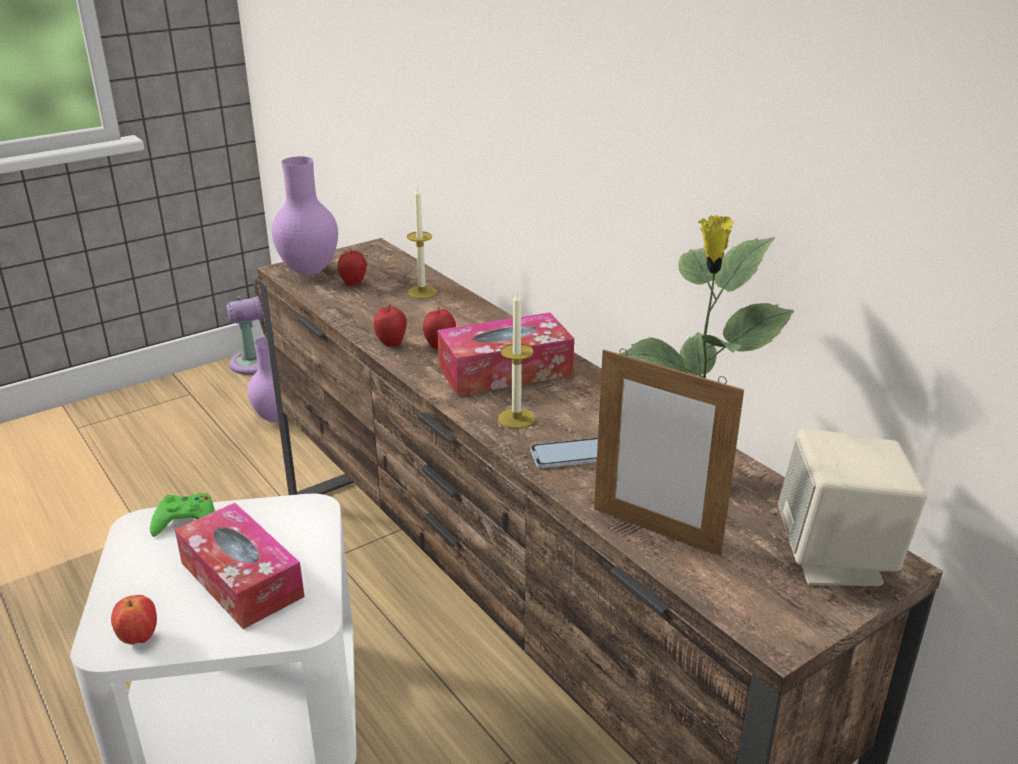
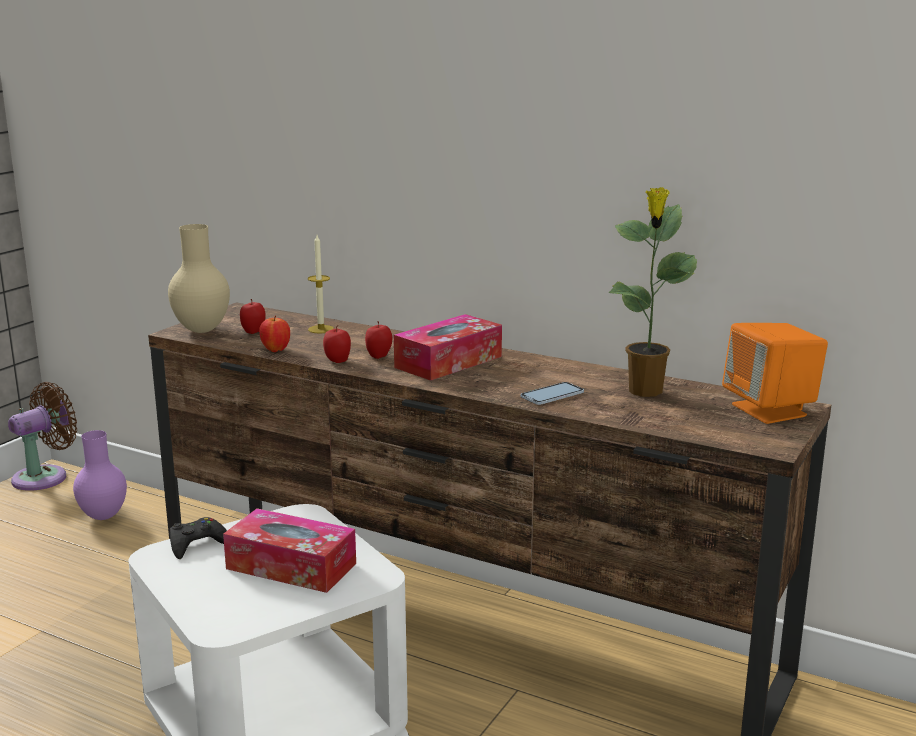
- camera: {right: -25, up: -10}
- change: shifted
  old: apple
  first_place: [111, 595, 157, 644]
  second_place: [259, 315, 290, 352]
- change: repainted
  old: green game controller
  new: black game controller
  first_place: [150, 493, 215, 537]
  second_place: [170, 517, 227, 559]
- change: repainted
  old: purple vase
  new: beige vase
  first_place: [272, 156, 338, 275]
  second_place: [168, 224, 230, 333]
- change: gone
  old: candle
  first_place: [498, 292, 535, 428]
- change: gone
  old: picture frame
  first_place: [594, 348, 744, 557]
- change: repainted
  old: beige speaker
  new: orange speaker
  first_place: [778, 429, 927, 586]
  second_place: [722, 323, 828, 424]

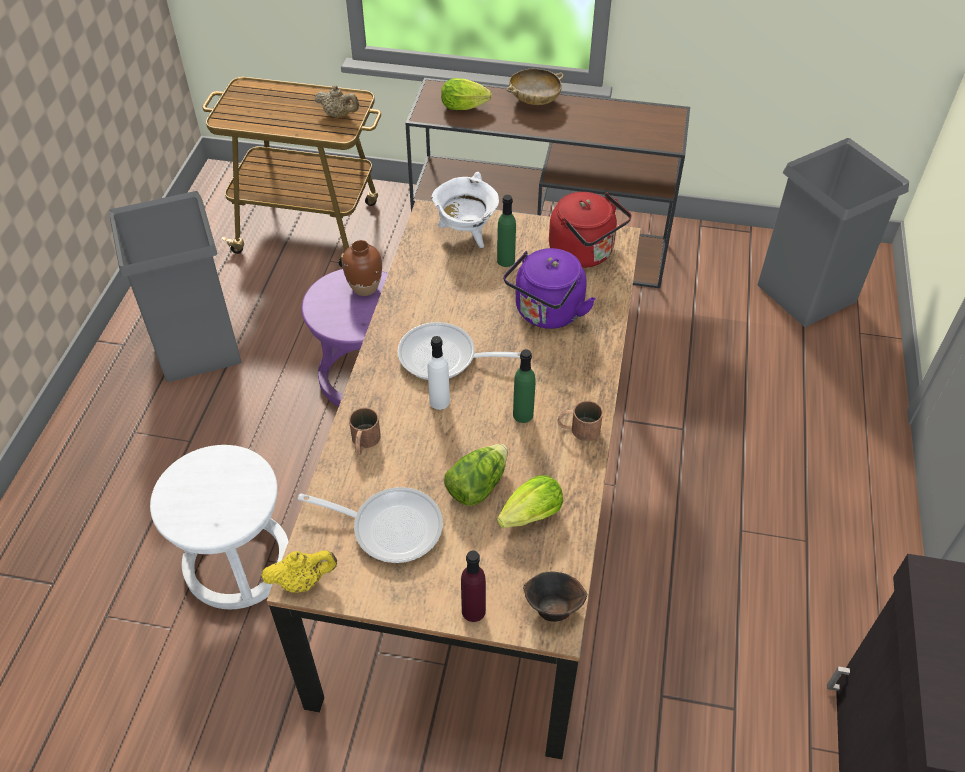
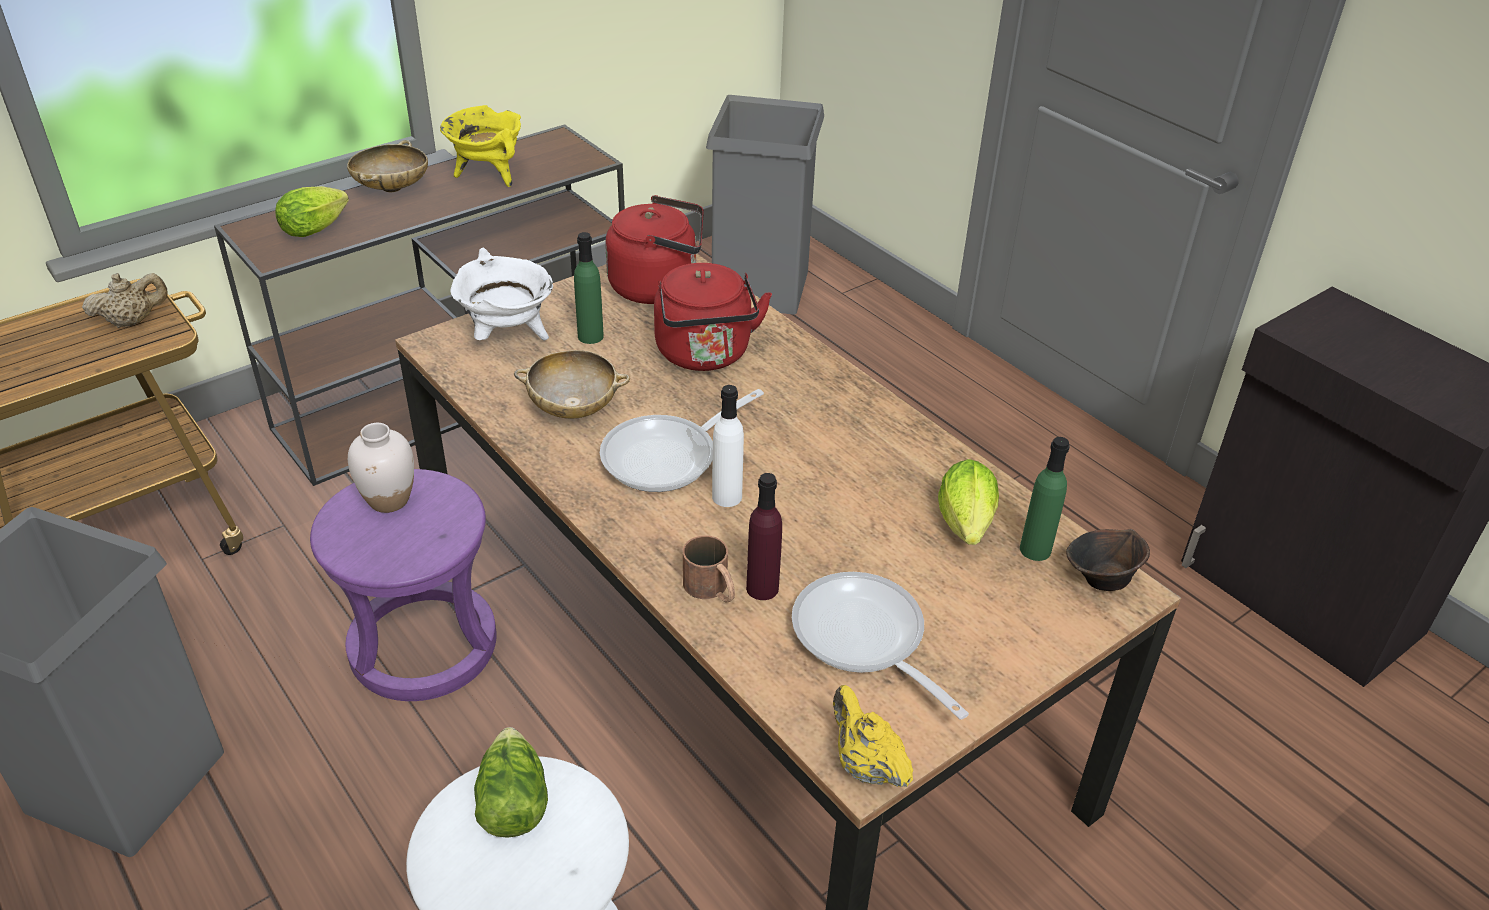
- camera: {right: -50, up: -10}
- change: rotated
  old: yellow teapot
  first_place: [261, 550, 337, 593]
  second_place: [833, 685, 913, 787]
  degrees: -60
- change: rotated
  old: frying pan
  first_place: [298, 487, 443, 563]
  second_place: [792, 572, 969, 720]
  degrees: -90
- change: repainted
  old: brown vase
  new: white vase
  first_place: [342, 240, 382, 296]
  second_place: [348, 423, 414, 513]
- change: shifted
  old: lettuce
  first_place: [444, 444, 508, 506]
  second_place: [474, 727, 548, 838]
- change: shifted
  old: purple bottle
  first_place: [461, 550, 486, 622]
  second_place: [746, 473, 782, 600]
- change: repainted
  old: purple kettle
  new: red kettle
  first_place: [504, 248, 596, 329]
  second_place: [654, 263, 772, 371]
- change: shifted
  old: green bottle
  first_place: [513, 349, 535, 423]
  second_place: [1020, 437, 1070, 561]
- change: gone
  old: brown mug
  first_place: [557, 401, 603, 441]
- change: new
  new: yellow cooking pot
  second_place: [440, 105, 521, 187]
- change: new
  new: beige bowl
  second_place: [514, 350, 630, 419]

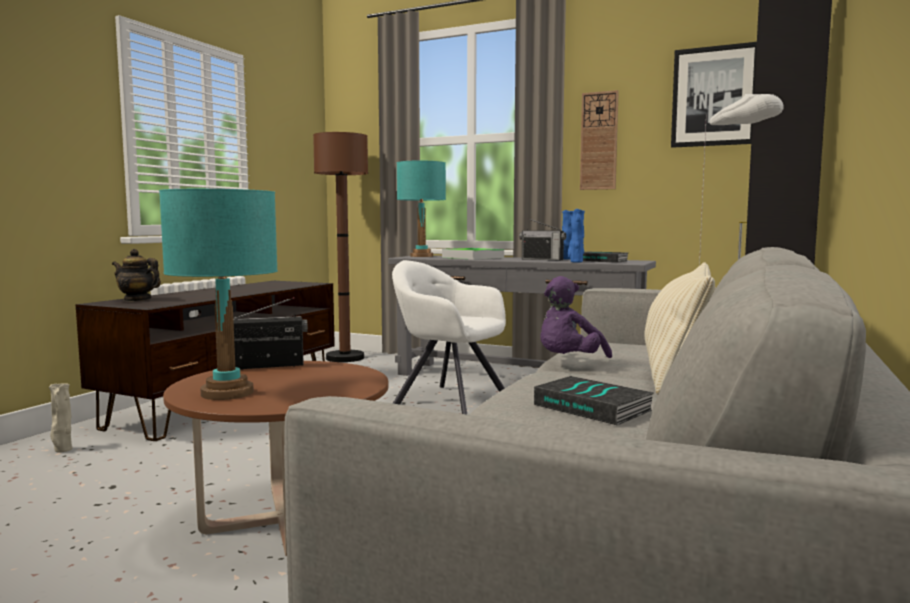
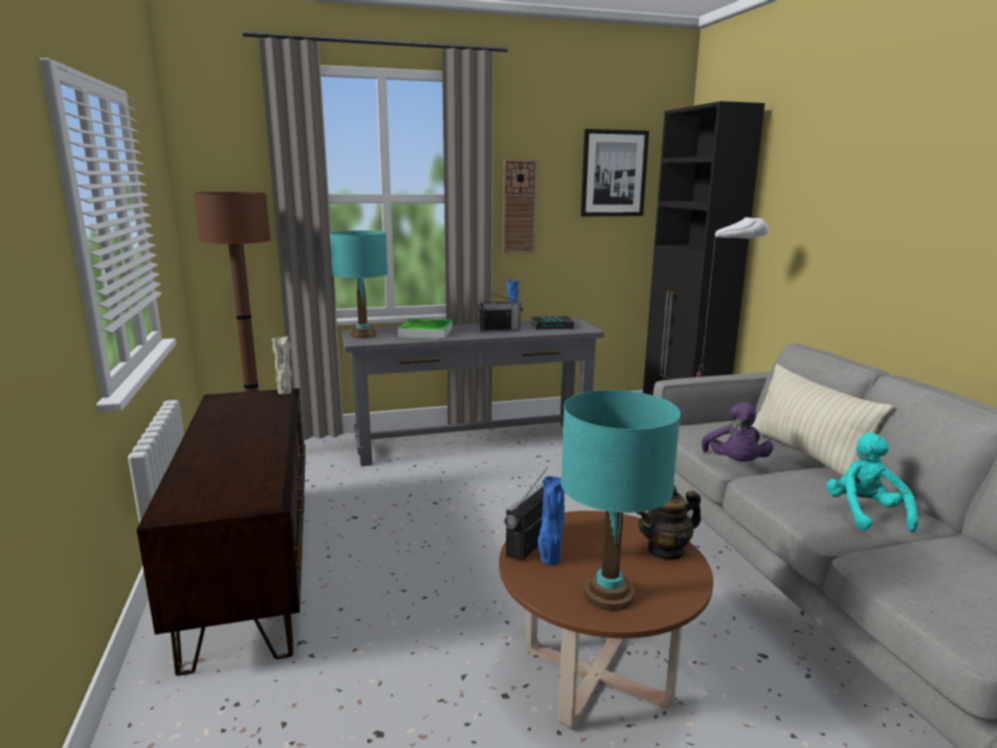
- camera: {right: -40, up: 10}
- change: shifted
  old: beige vase
  first_place: [49, 383, 72, 452]
  second_place: [272, 336, 292, 395]
- change: shifted
  old: teapot
  first_place: [112, 249, 161, 302]
  second_place: [636, 485, 701, 561]
- change: gone
  old: white armchair
  first_place: [392, 260, 506, 415]
- change: swapped
  old: book
  new: turquoise plush toy
  first_place: [534, 376, 654, 425]
  second_place: [826, 433, 918, 532]
- change: shifted
  old: blue vase
  first_place: [568, 209, 585, 262]
  second_place: [538, 476, 565, 565]

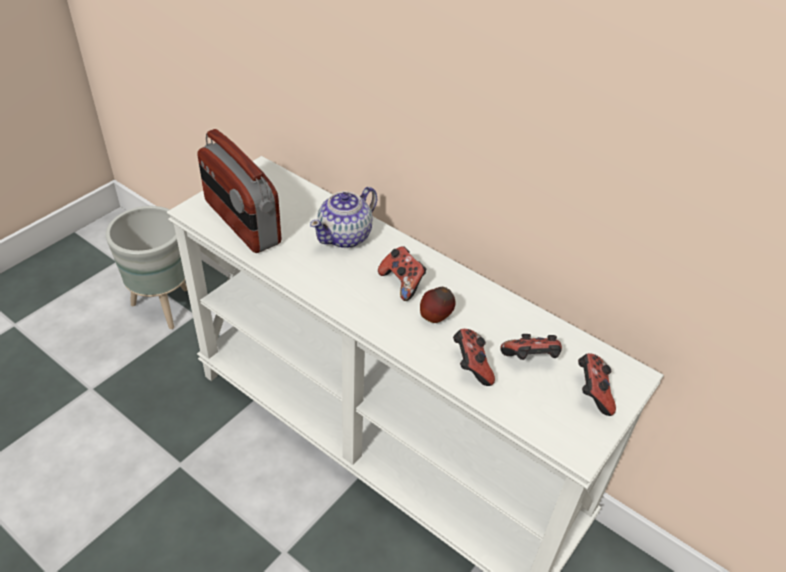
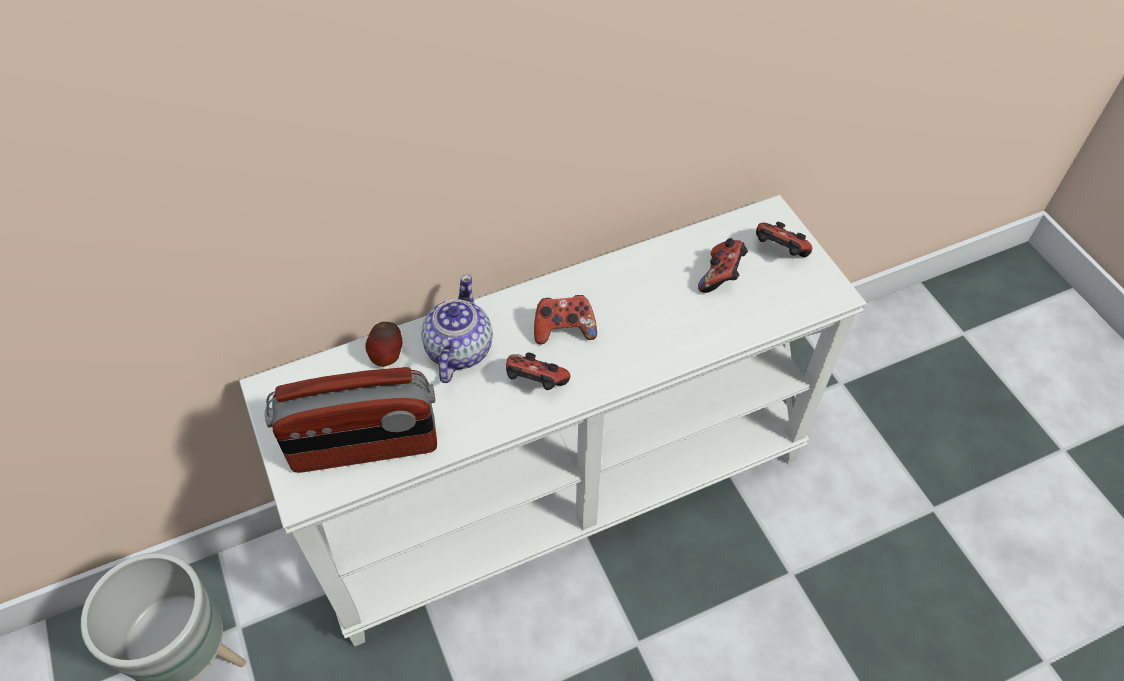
- camera: {right: -60, up: 10}
- change: rotated
  old: teapot
  first_place: [310, 187, 377, 248]
  second_place: [421, 274, 493, 383]
  degrees: -150
- change: shifted
  old: apple
  first_place: [420, 287, 455, 323]
  second_place: [365, 322, 402, 367]
- change: shifted
  old: game controller
  first_place: [453, 329, 495, 386]
  second_place: [506, 353, 570, 390]

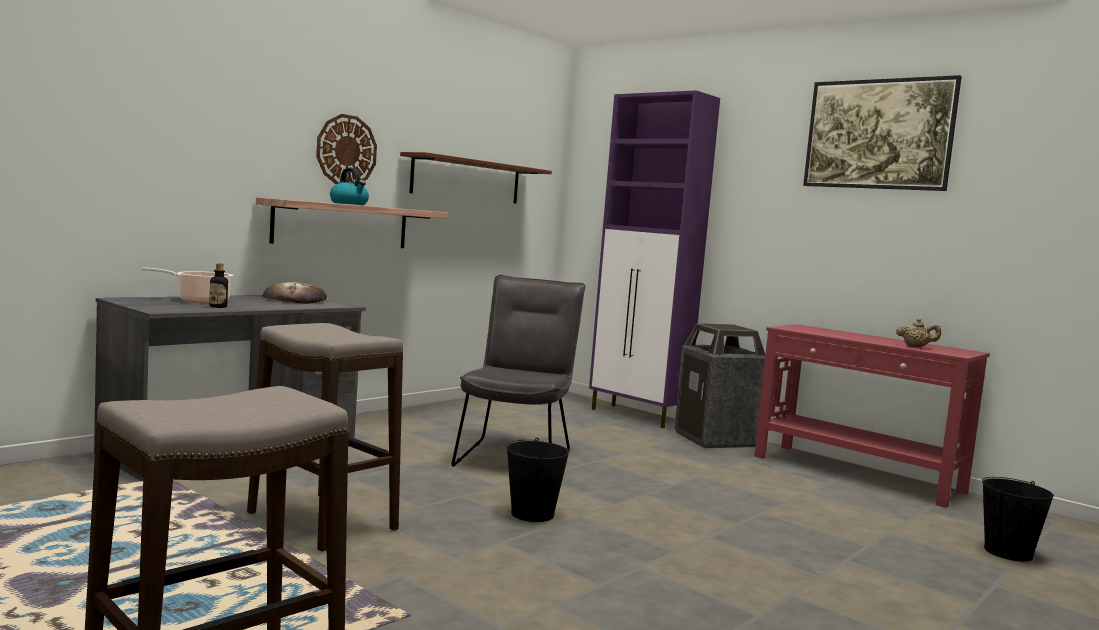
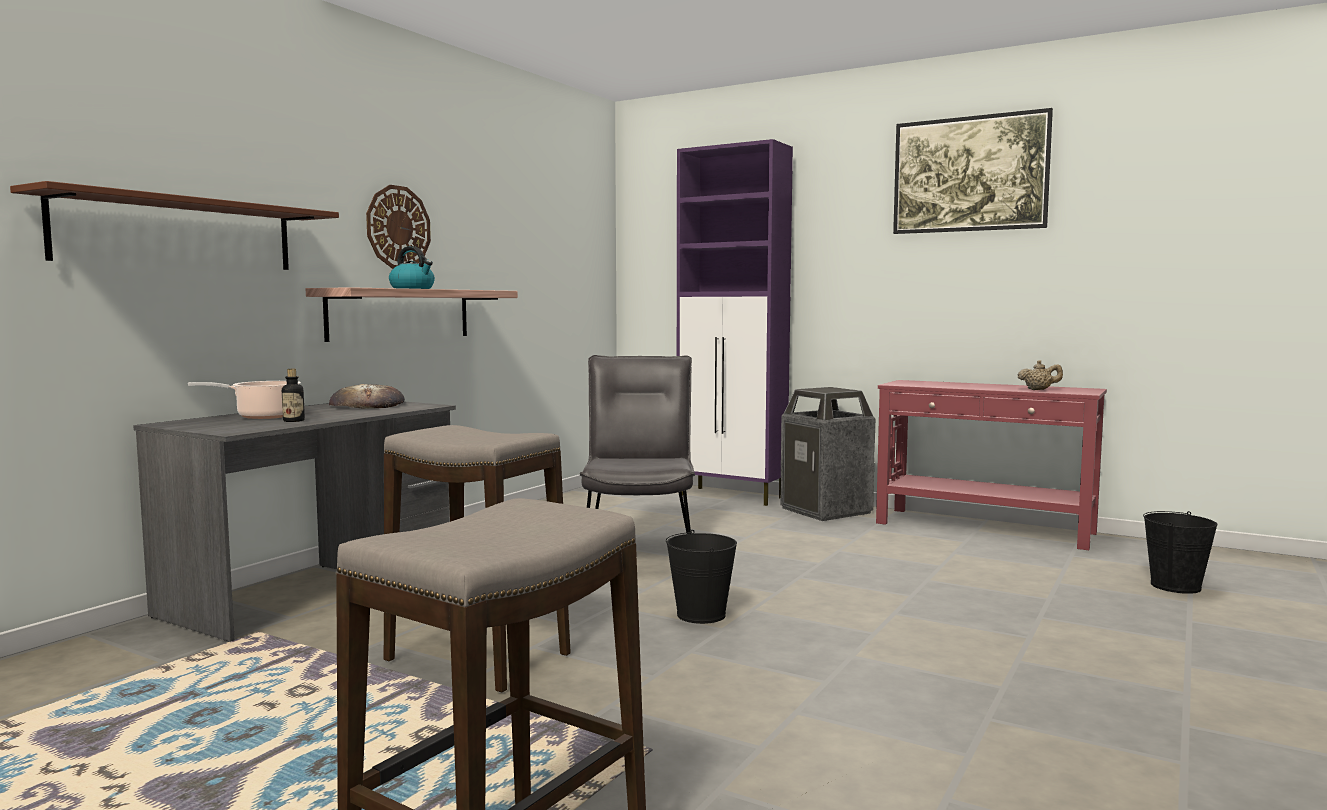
- camera: {right: -10, up: 0}
- change: shifted
  old: brown shelf
  first_place: [400, 152, 552, 204]
  second_place: [10, 181, 339, 270]

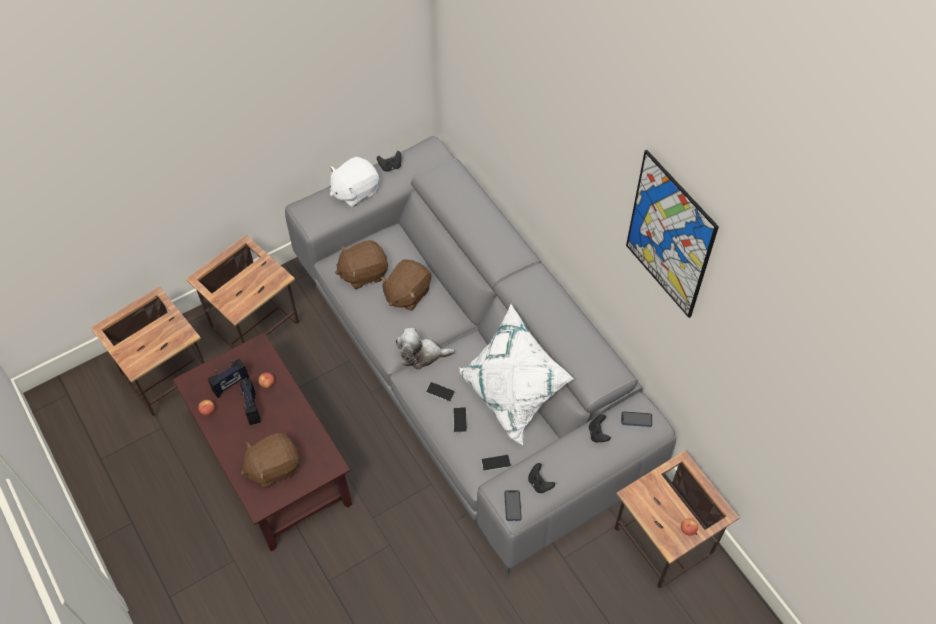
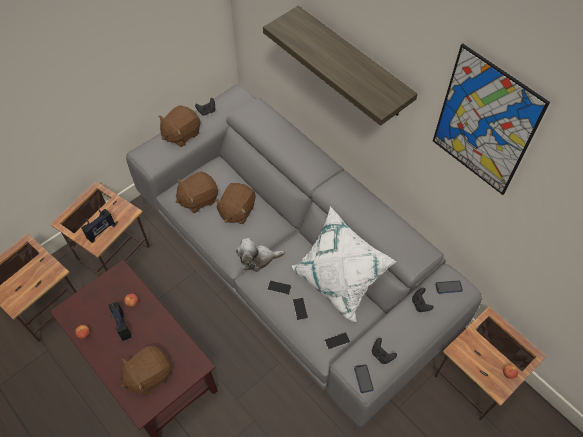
- camera: {right: -10, up: 0}
- change: shifted
  old: radio
  first_place: [208, 359, 249, 398]
  second_place: [81, 209, 115, 243]
- change: repainted
  old: white plush toy
  new: brown plush toy
  first_place: [330, 157, 379, 207]
  second_place: [158, 106, 201, 147]
- change: new
  new: shelf
  second_place: [263, 6, 418, 126]

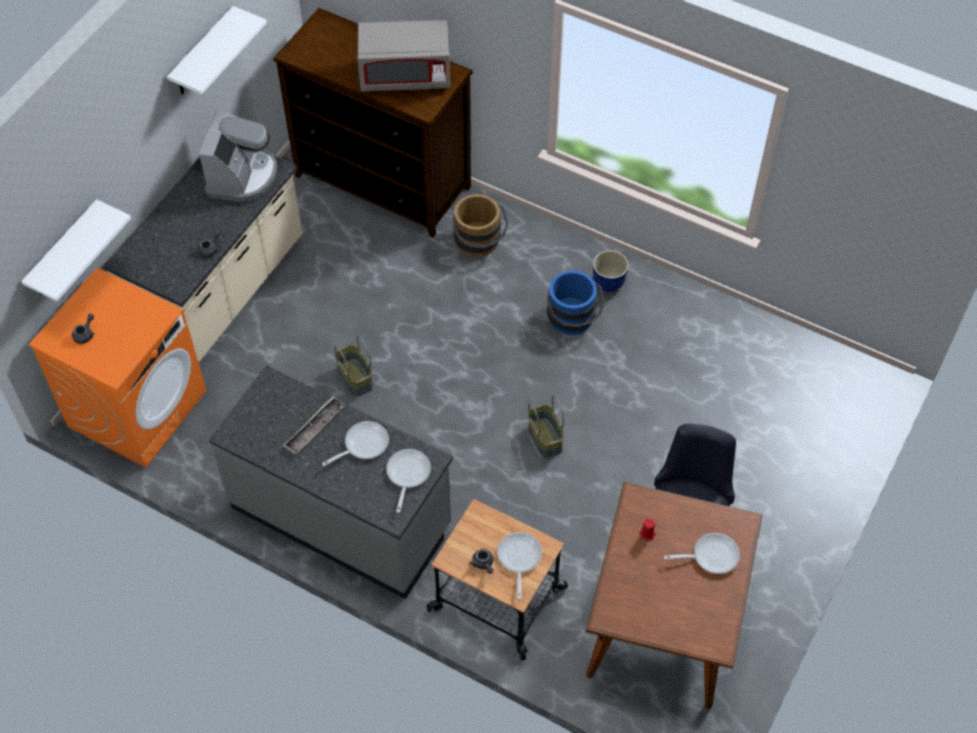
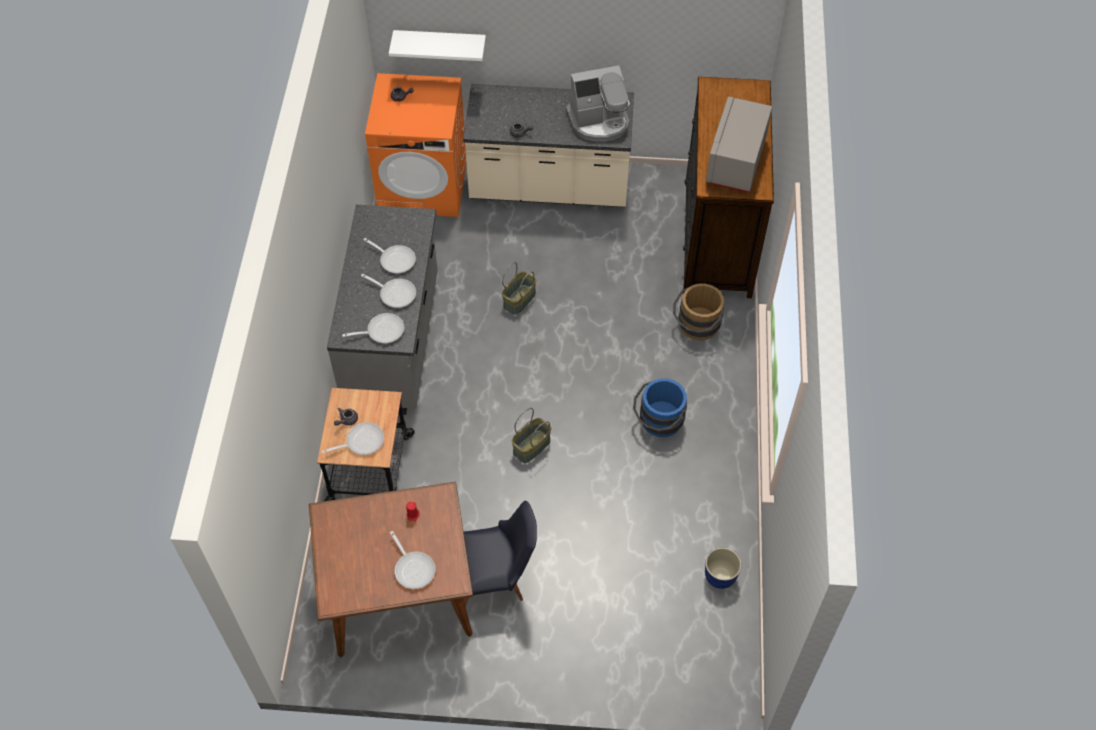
- camera: {right: 65, up: 0}
- change: gone
  old: white shelf
  first_place: [167, 6, 267, 94]
- change: swapped
  old: tray
  new: frying pan
  first_place: [283, 396, 345, 454]
  second_place: [363, 238, 416, 274]
- change: rotated
  old: grey microwave
  first_place: [357, 20, 450, 91]
  second_place: [706, 96, 772, 193]
  degrees: 45
- change: shifted
  old: planter
  first_place: [593, 250, 629, 292]
  second_place: [705, 548, 742, 589]

